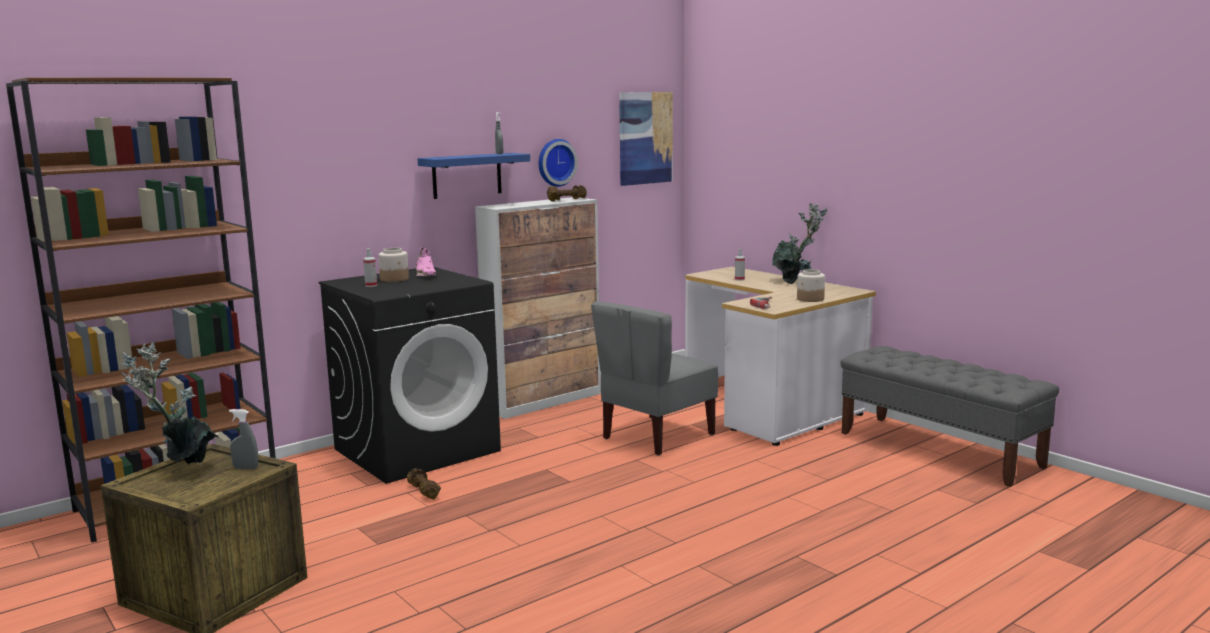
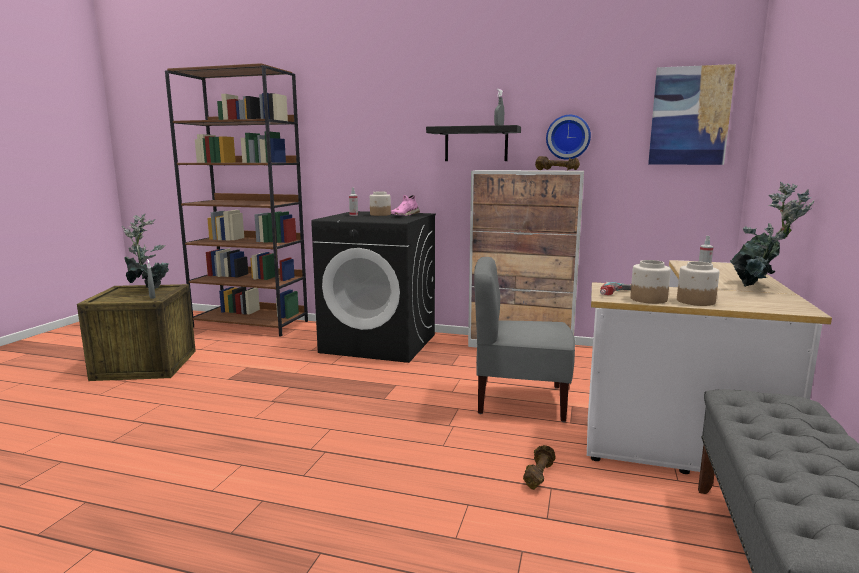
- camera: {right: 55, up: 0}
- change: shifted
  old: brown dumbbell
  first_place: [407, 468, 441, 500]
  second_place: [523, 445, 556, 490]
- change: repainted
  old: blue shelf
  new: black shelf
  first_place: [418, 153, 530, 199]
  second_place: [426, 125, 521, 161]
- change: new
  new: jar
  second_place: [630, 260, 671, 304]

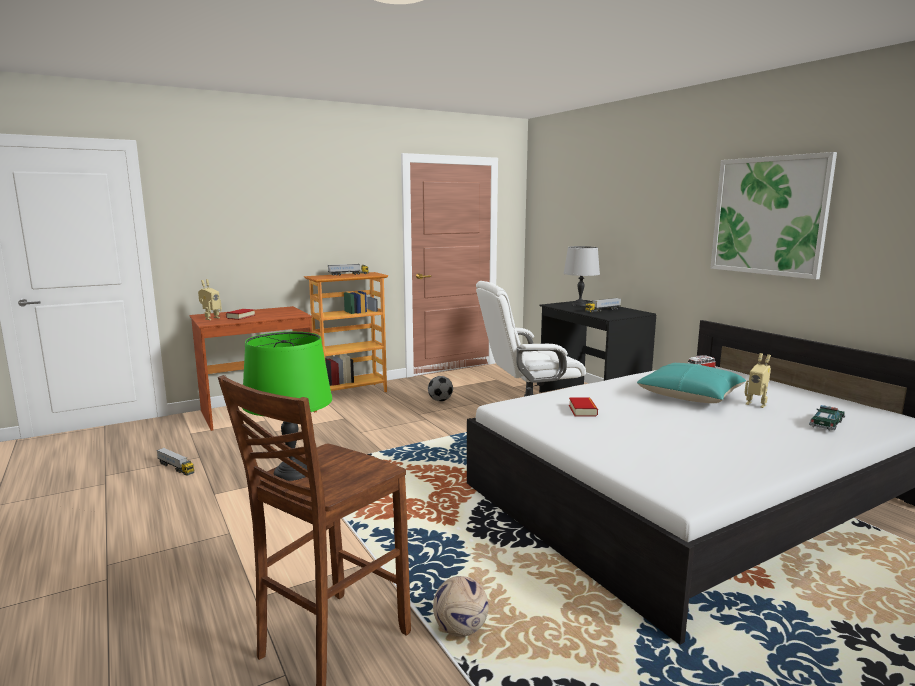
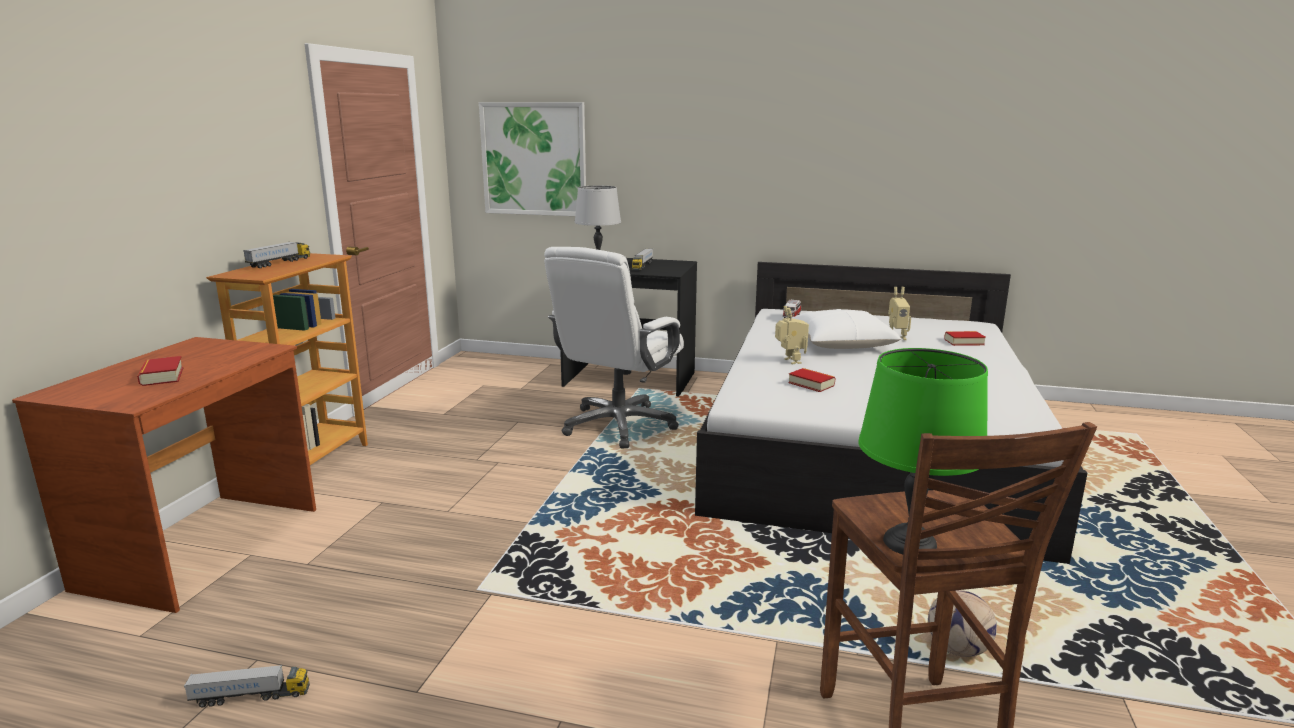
- camera: {right: -45, up: 5}
- change: shifted
  old: toy robot
  first_place: [198, 279, 222, 320]
  second_place: [775, 306, 809, 364]
- change: gone
  old: football
  first_place: [428, 376, 453, 401]
- change: repainted
  old: turquoise pillow
  new: white pillow
  first_place: [637, 363, 746, 403]
  second_place: [792, 309, 901, 349]
- change: shifted
  old: picture
  first_place: [710, 152, 837, 280]
  second_place: [479, 102, 586, 216]
- change: swapped
  old: toy car
  new: book
  first_place: [809, 405, 846, 431]
  second_place: [944, 331, 986, 346]

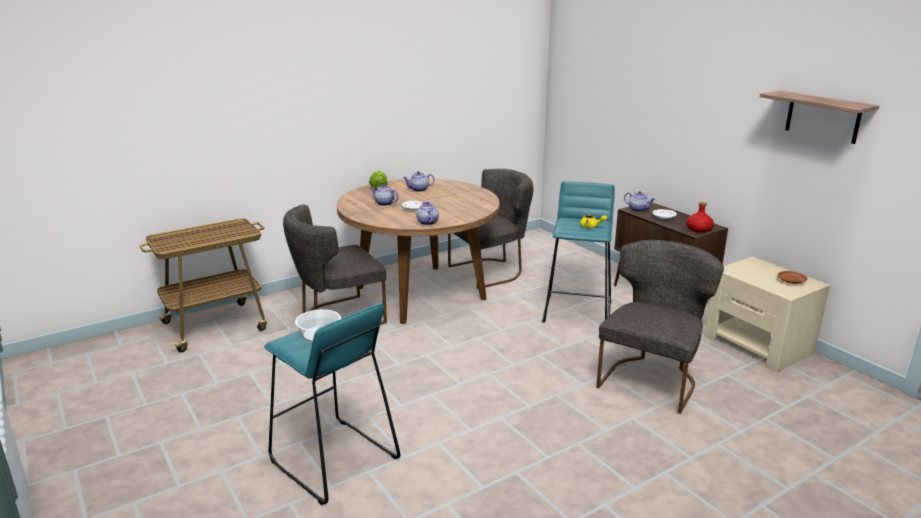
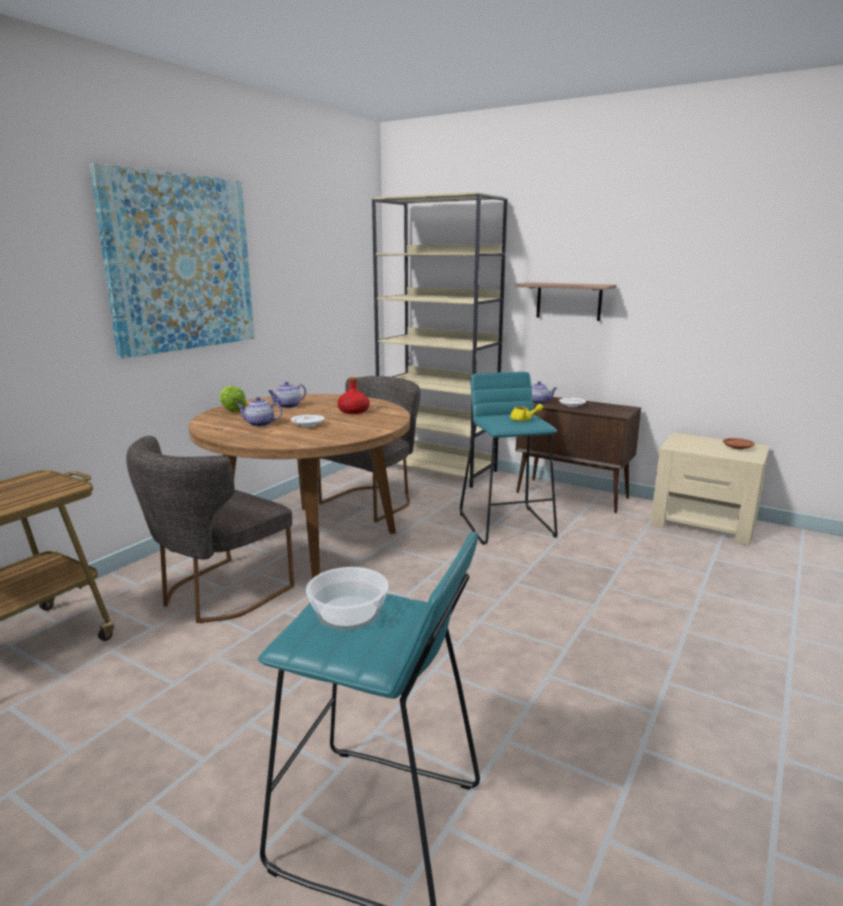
- camera: {right: -25, up: -5}
- change: gone
  old: teapot
  first_place: [417, 202, 439, 225]
- change: gone
  old: grey chair
  first_place: [596, 240, 724, 414]
- change: shifted
  old: red bottle
  first_place: [686, 202, 714, 233]
  second_place: [337, 377, 370, 414]
- change: shifted
  old: shelf
  first_place: [760, 91, 879, 144]
  second_place: [515, 282, 617, 321]
- change: new
  new: picture
  second_place: [89, 163, 255, 359]
- change: new
  new: beige bookcase
  second_place: [372, 192, 508, 488]

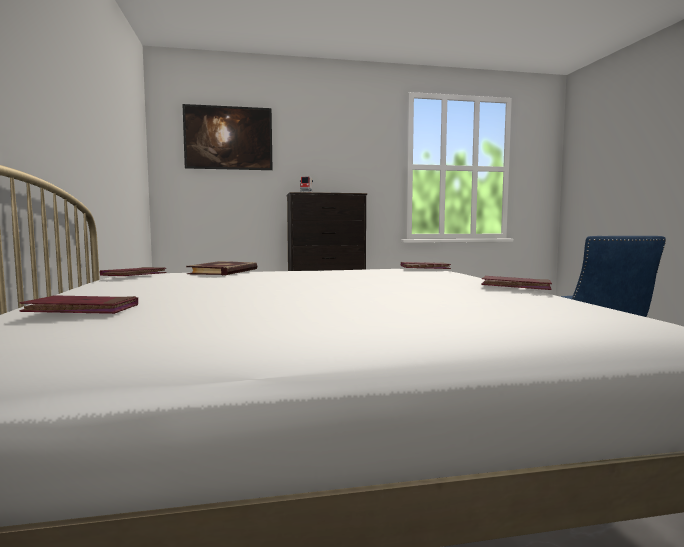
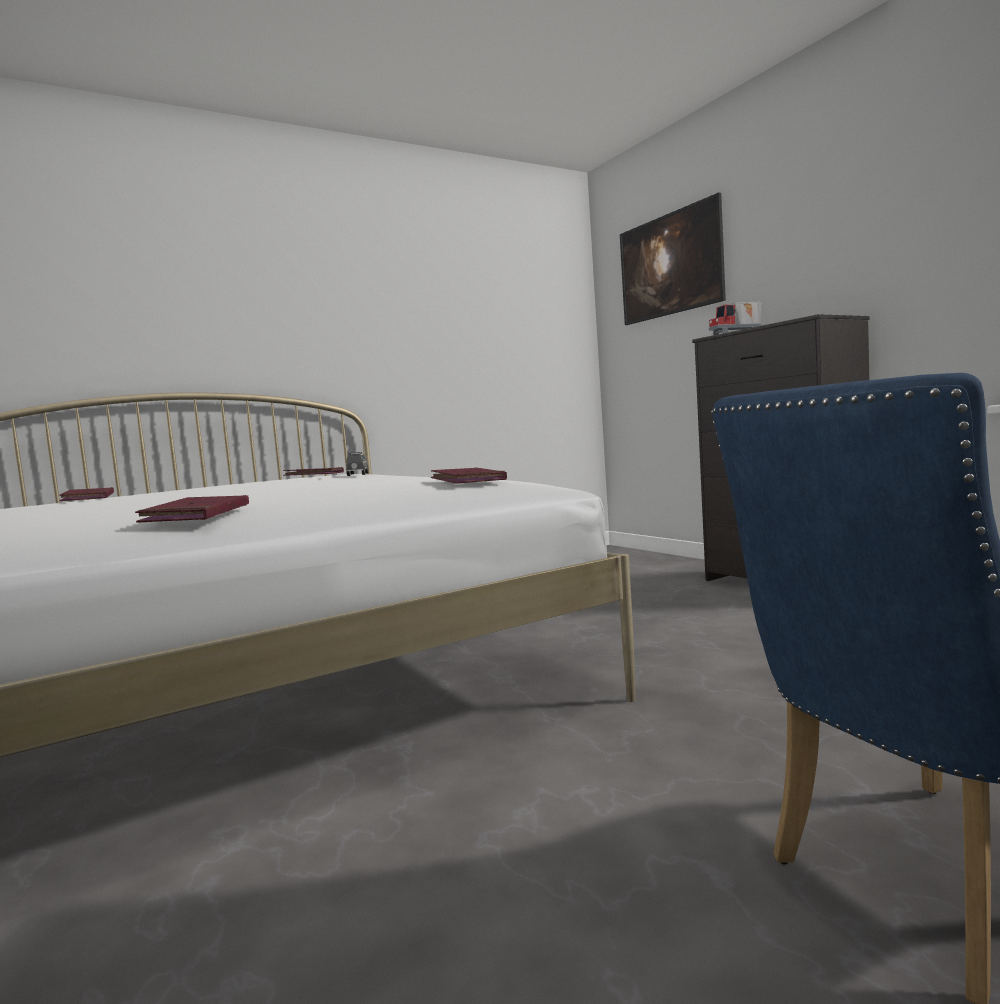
- camera: {right: 70, up: 0}
- change: swapped
  old: book
  new: grey toy car
  first_place: [186, 261, 257, 275]
  second_place: [346, 452, 369, 476]

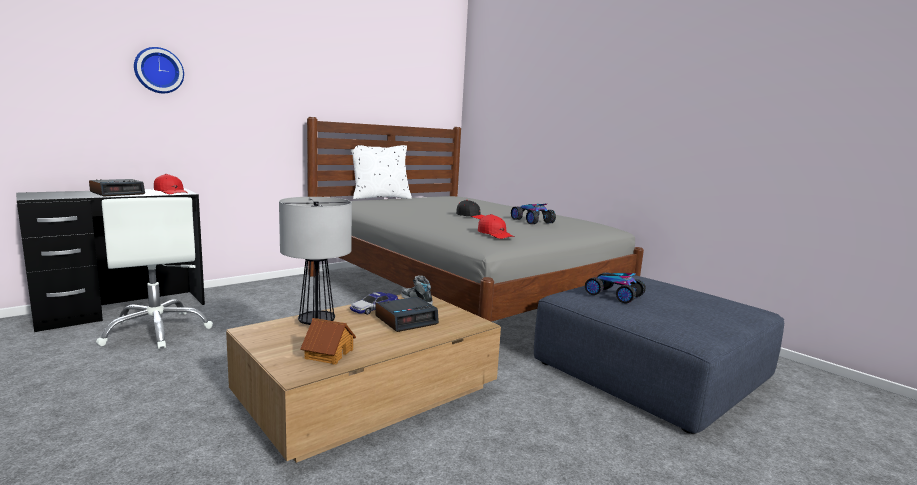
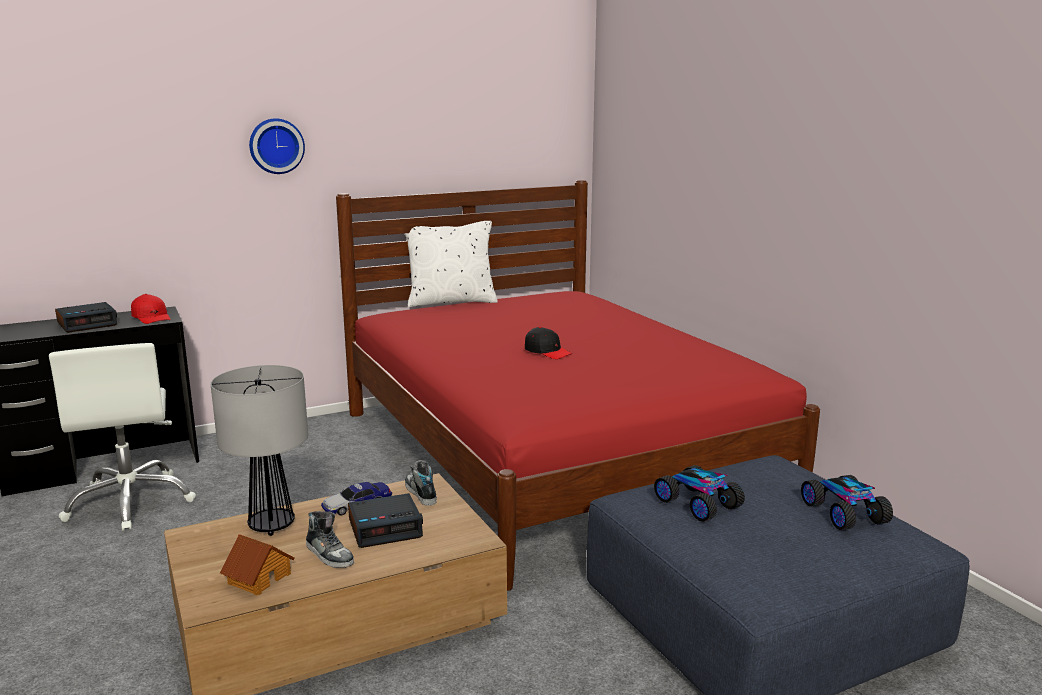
- camera: {right: 15, up: 5}
- change: shifted
  old: wall clock
  first_place: [134, 47, 184, 93]
  second_place: [249, 118, 305, 174]
- change: repainted
  old: grey bed
  new: red bed
  first_place: [307, 117, 644, 322]
  second_place: [336, 180, 820, 591]
- change: gone
  old: red cap
  first_place: [478, 214, 515, 239]
- change: shifted
  old: toy car
  first_place: [511, 204, 556, 224]
  second_place: [801, 475, 893, 530]
- change: new
  new: shoe
  second_place: [306, 511, 354, 568]

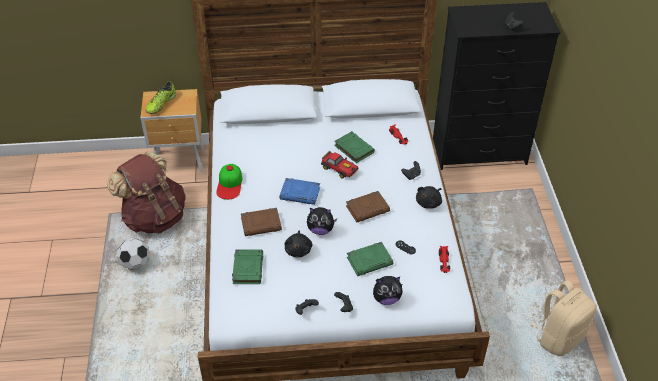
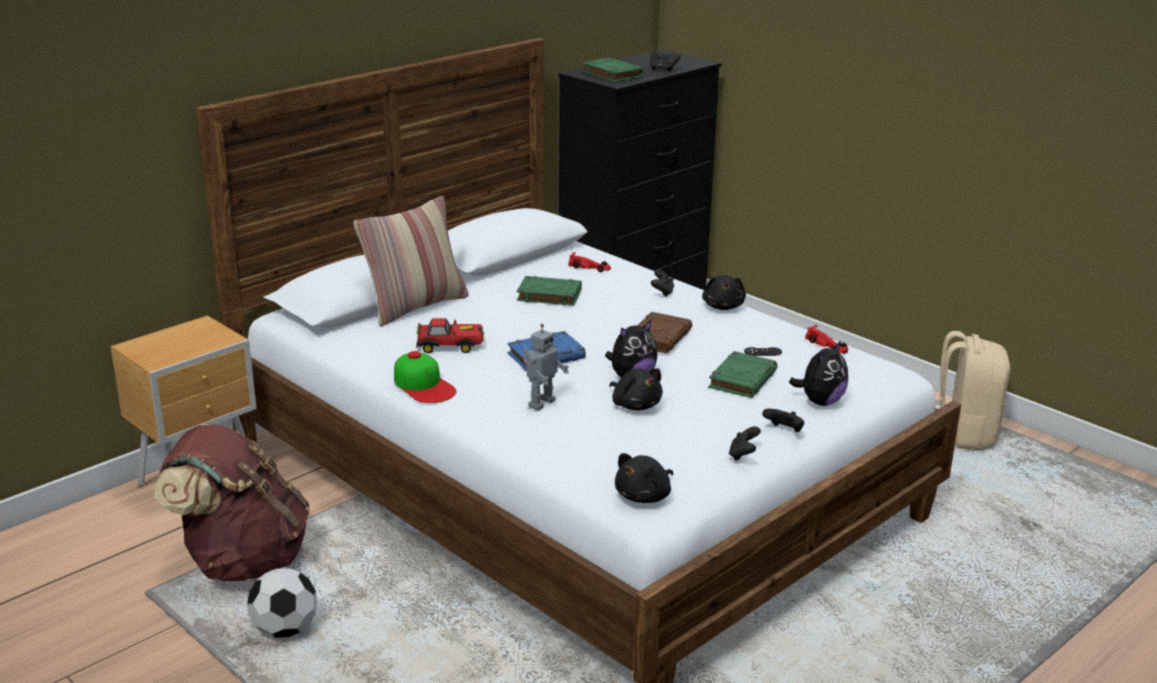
- camera: {right: -40, up: -20}
- change: gone
  old: shoe
  first_place: [146, 81, 176, 114]
- change: shifted
  old: green book
  first_place: [232, 249, 263, 284]
  second_place: [582, 58, 644, 82]
- change: swapped
  old: brown book
  new: toy robot
  first_place: [241, 208, 282, 236]
  second_place: [523, 324, 569, 411]
- change: shifted
  old: toy car
  first_place: [321, 151, 358, 178]
  second_place: [416, 318, 484, 353]
- change: new
  new: pillow
  second_place: [353, 196, 468, 326]
- change: new
  new: black plush toy
  second_place: [615, 453, 673, 503]

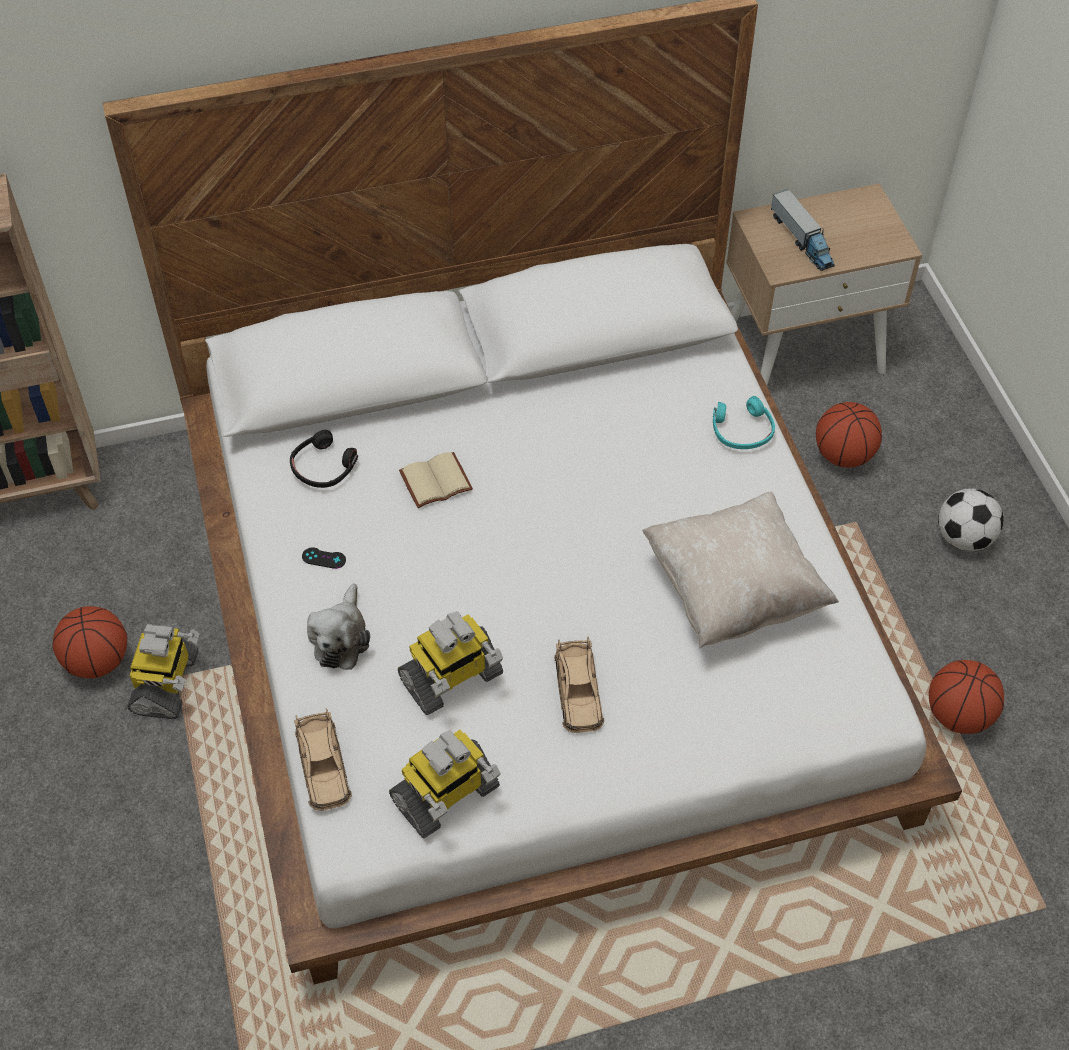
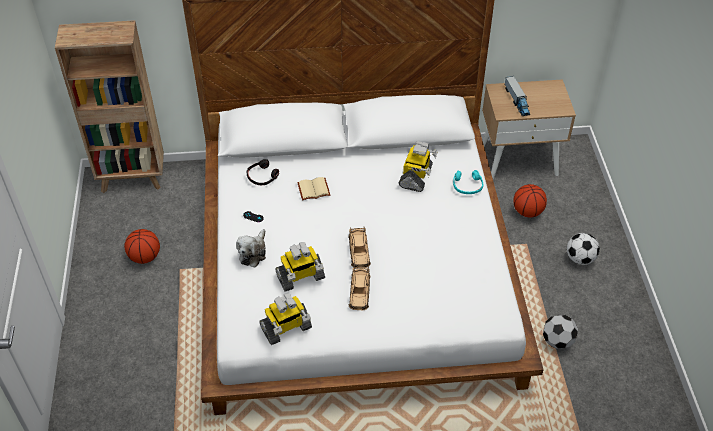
- camera: {right: 10, up: -5}
- change: shifted
  old: toy robot
  first_place: [127, 624, 200, 719]
  second_place: [399, 141, 438, 192]
- change: shifted
  old: beige toy car
  first_place: [294, 708, 352, 811]
  second_place: [348, 226, 371, 268]
- change: gone
  old: beige pillow
  first_place: [642, 492, 839, 648]
- change: swapped
  old: basketball
  new: football
  first_place: [929, 660, 1004, 734]
  second_place: [543, 315, 578, 348]

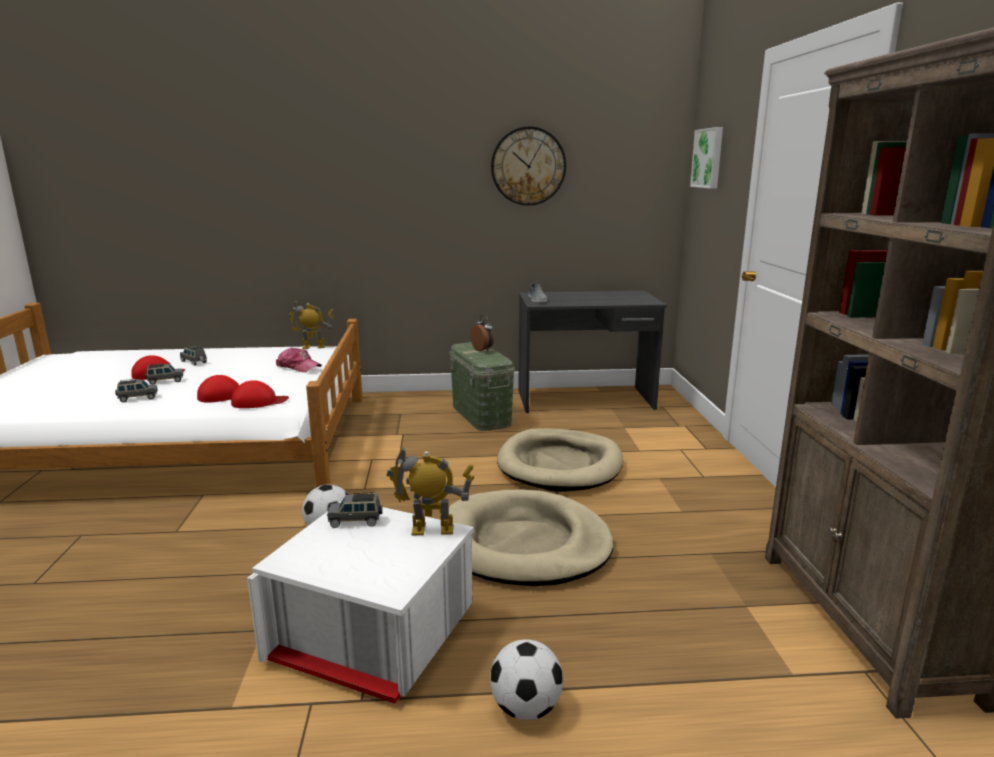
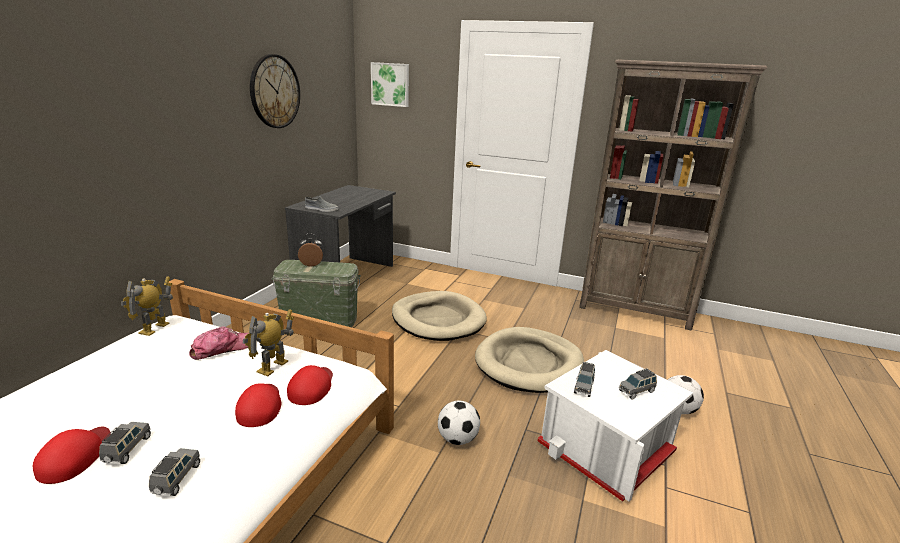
- camera: {right: -65, up: 5}
- change: shifted
  old: grey toy car
  first_place: [180, 346, 207, 366]
  second_place: [619, 368, 657, 400]
- change: shifted
  old: toy robot
  first_place: [387, 446, 475, 535]
  second_place: [243, 309, 294, 376]

